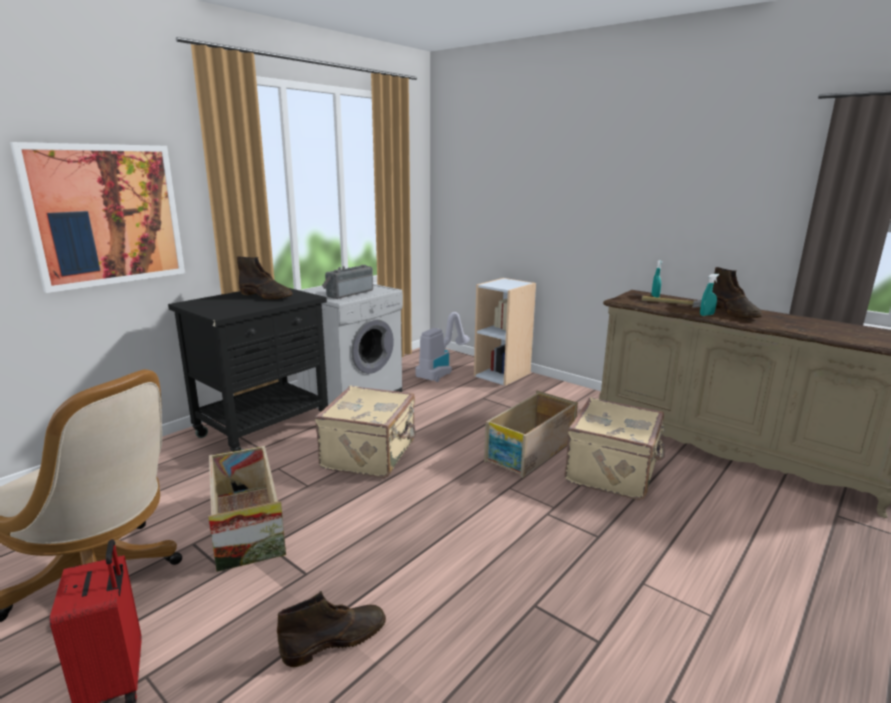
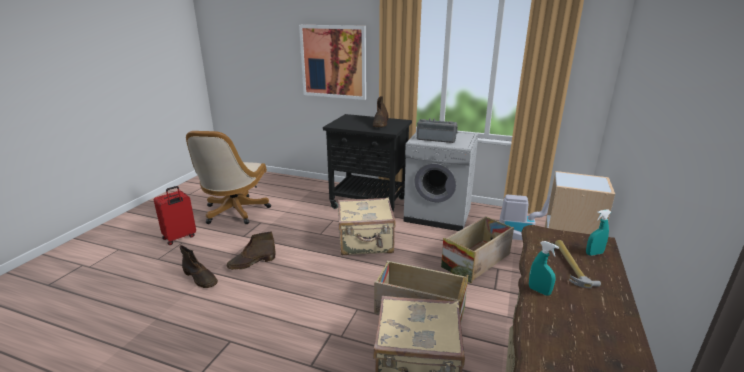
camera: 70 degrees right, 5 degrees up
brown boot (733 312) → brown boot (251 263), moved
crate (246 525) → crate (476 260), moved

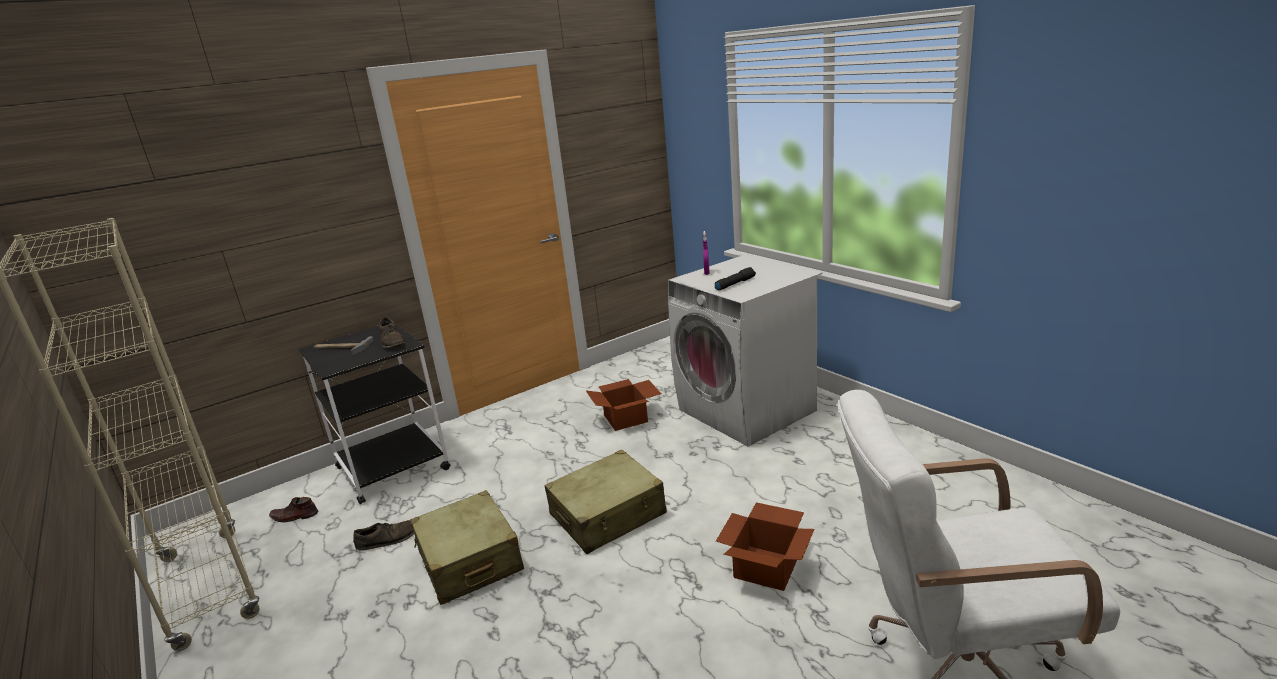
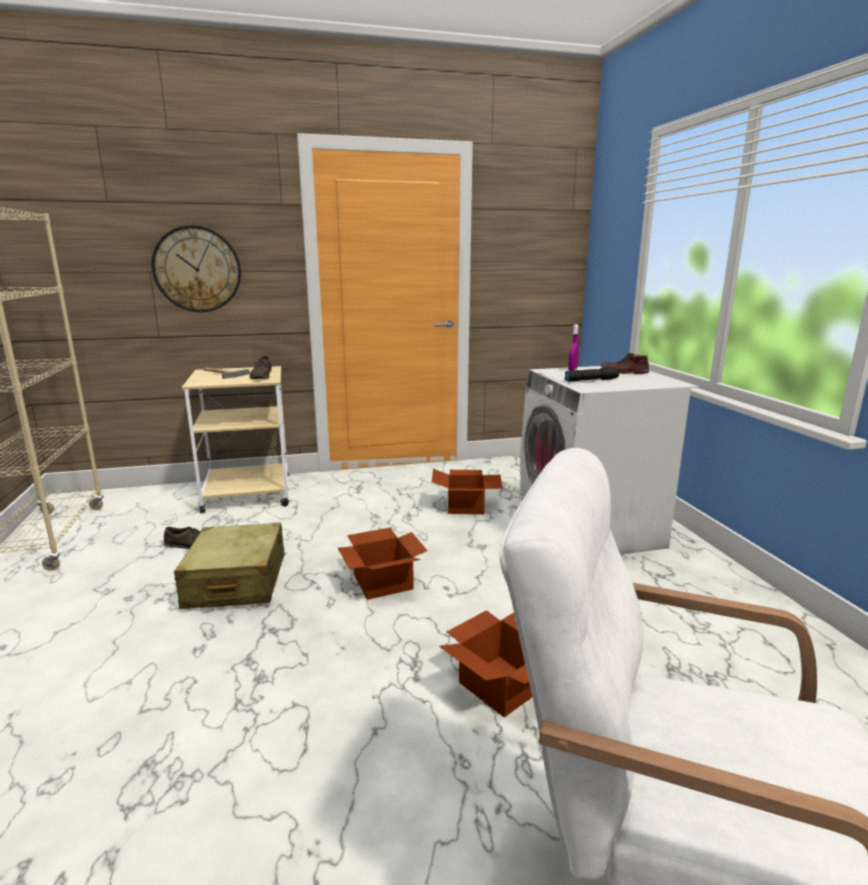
camera: 20 degrees right, 5 degrees down
black cart (394 467) → beige cart (249 493)
beige suitcase (608 515) → cardboard box (383 581)
brown shoe (294 516) → brown shoe (623 372), moved
- → wall clock (197 269)

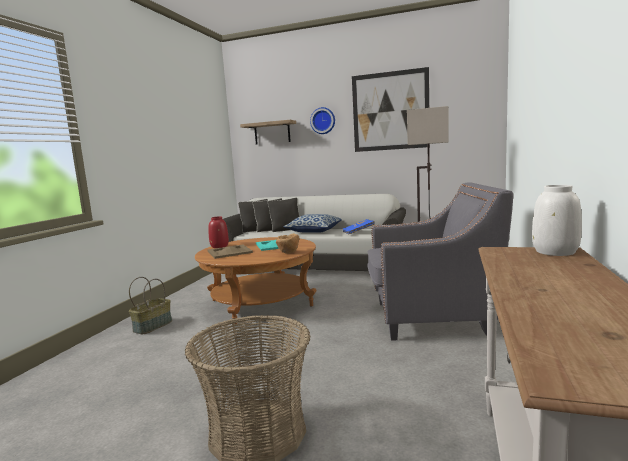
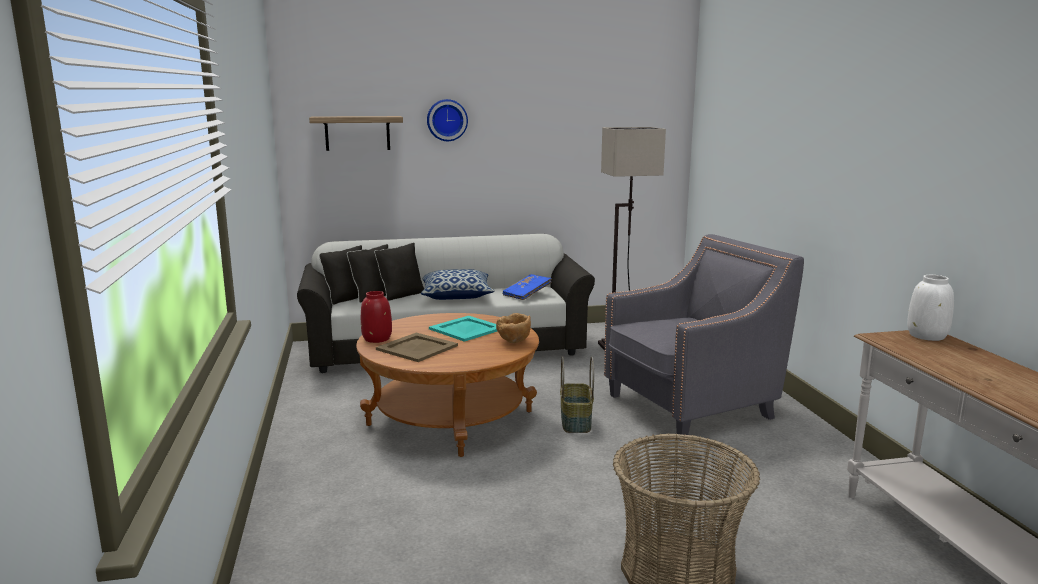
camera: 30 degrees left, 5 degrees up
picture (390 111) → -
basket (152 326) → basket (575 422), moved

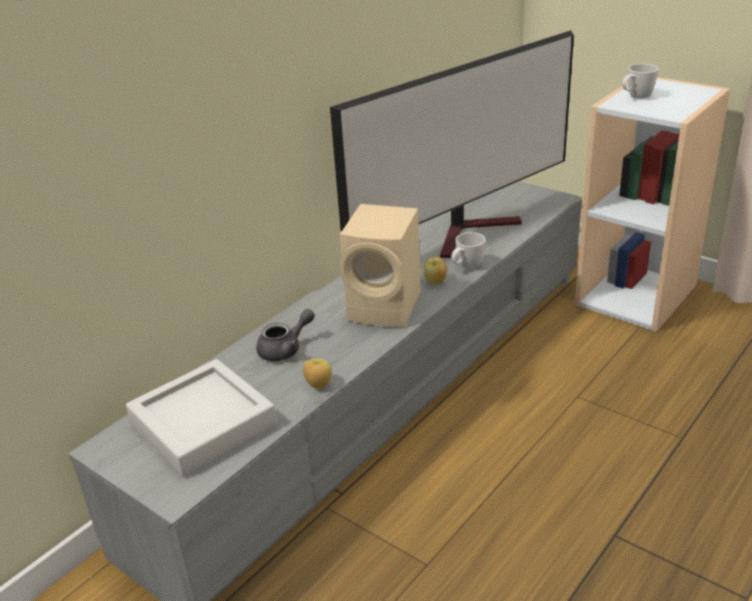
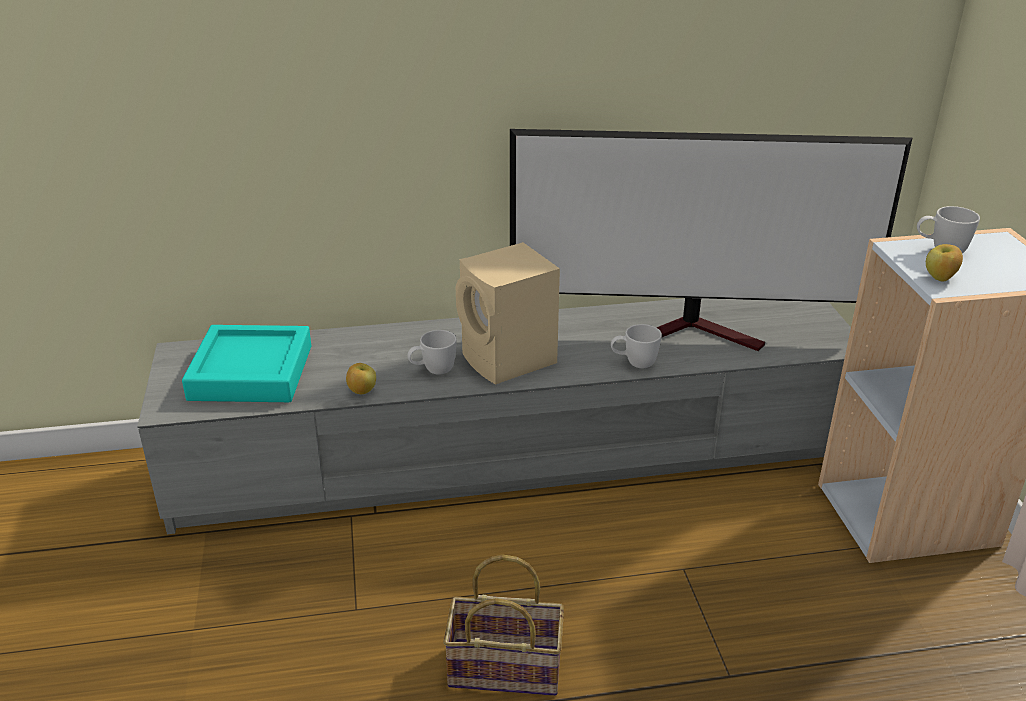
camera: 40 degrees right, 0 degrees up
apple (435 282) → apple (940 278), moved
grey teapot (286 349) → -
grey tray (203 424) → turquoise tray (251 373)
- → white mug (433 371)
- → basket (508 667)

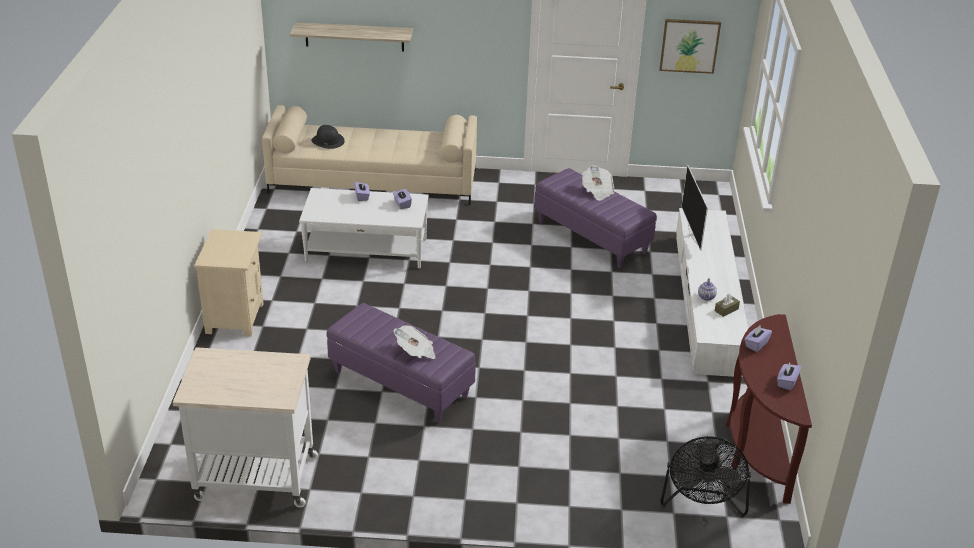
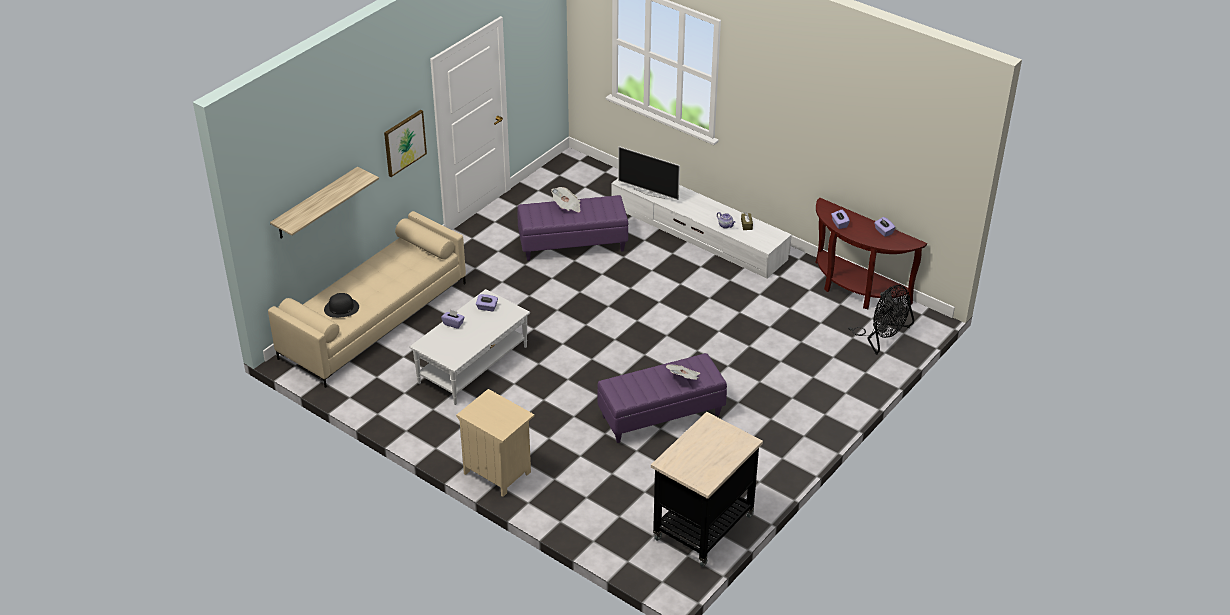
camera: 55 degrees left, 5 degrees up
picture (689 45) → picture (404 142), moved
white cart (255 479) → black cart (703 529)

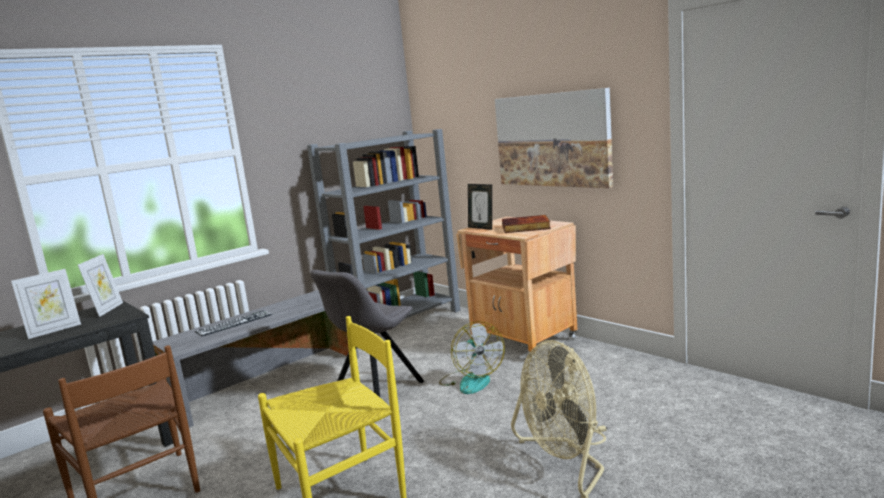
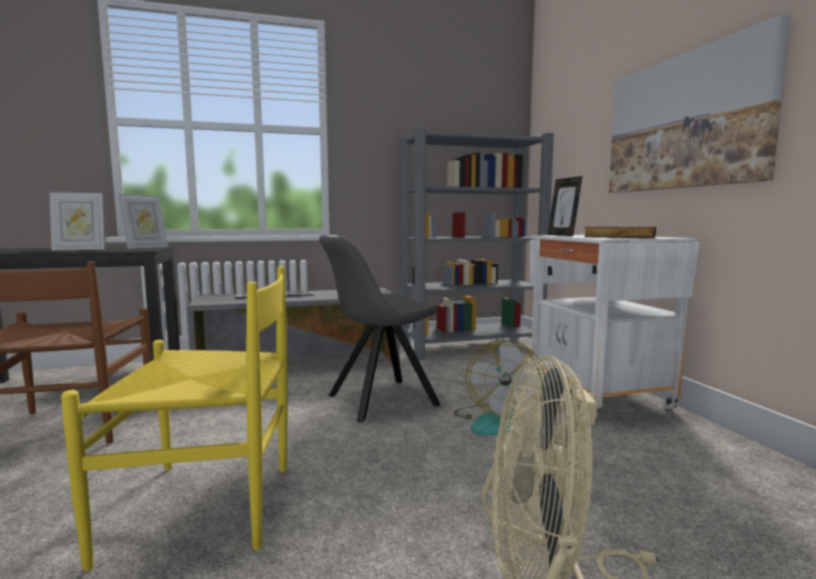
camera: 25 degrees right, 5 degrees down
brown cart (524 341) → white cart (598 396)

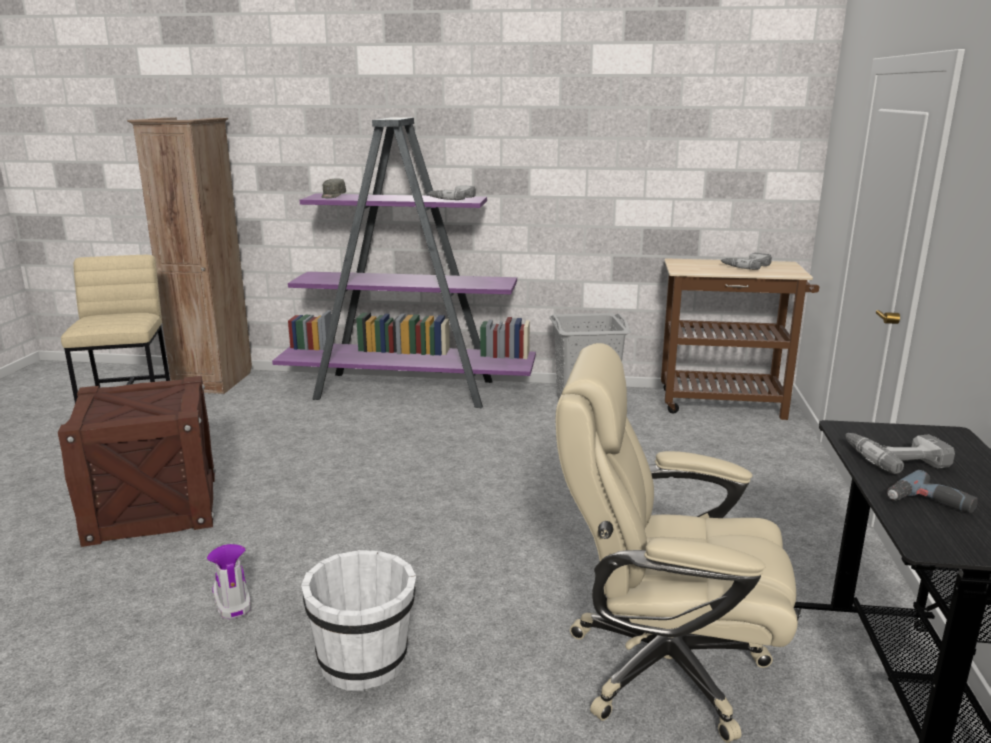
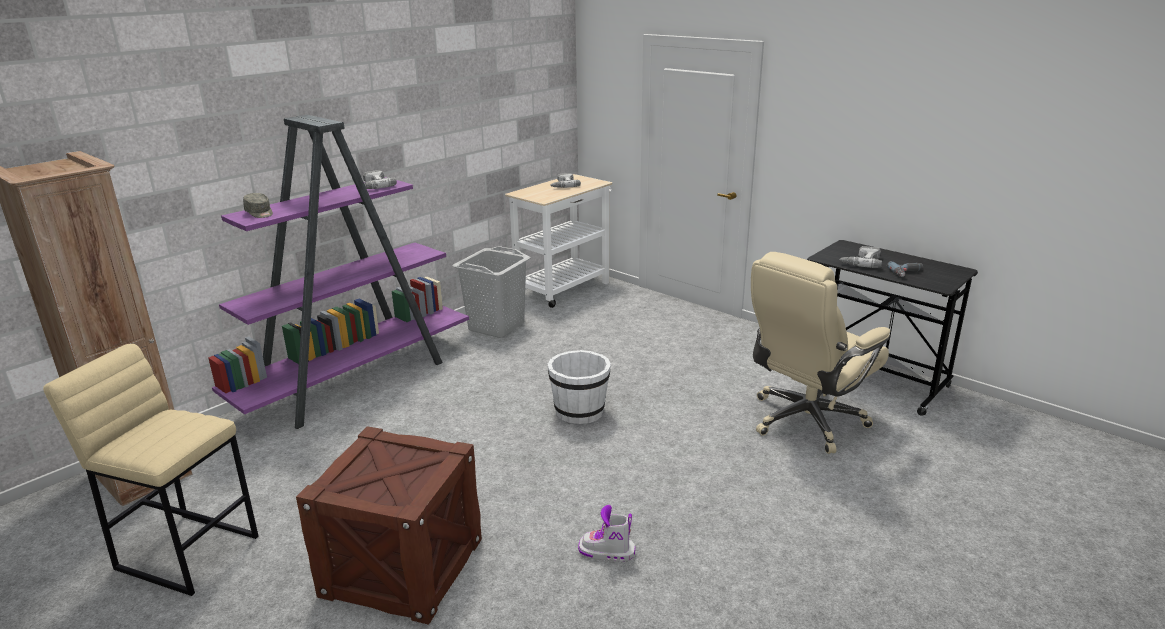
camera: 55 degrees left, 5 degrees up
brown cart (724 404) → white cart (564 289)
white bucket (364 661) → white bucket (579 411), moved

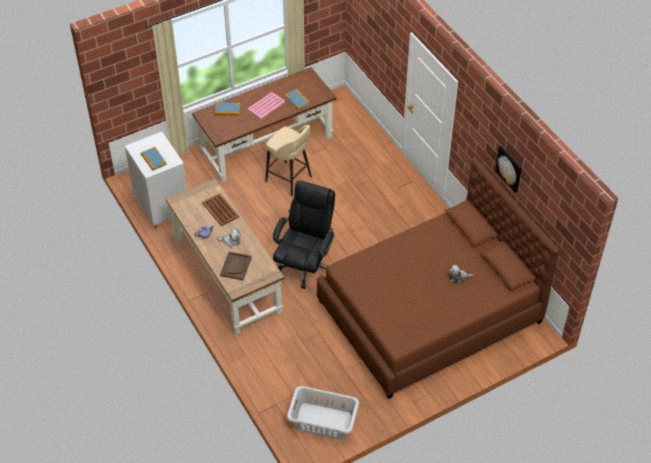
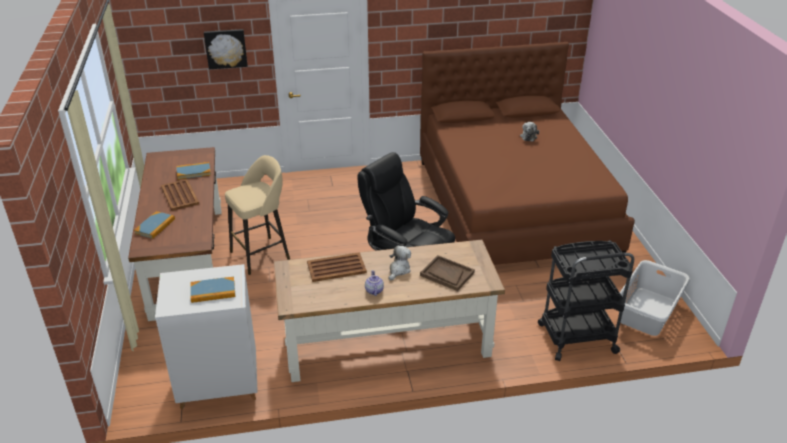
camera: 70 degrees left, 15 degrees down
pink tray (266 106) → brown tray (180 195)
picture (509 168) → picture (226 48), moved
- → black cart (577 338)

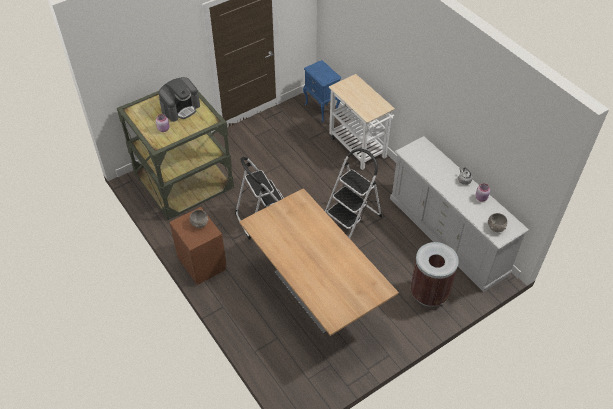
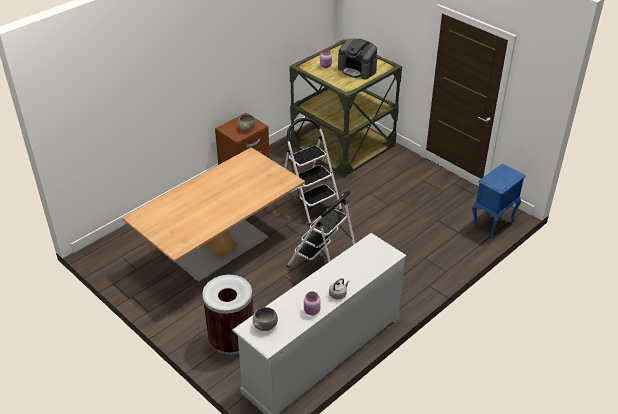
camera: 80 degrees right, 10 degrees down
white cart (358 148) → -

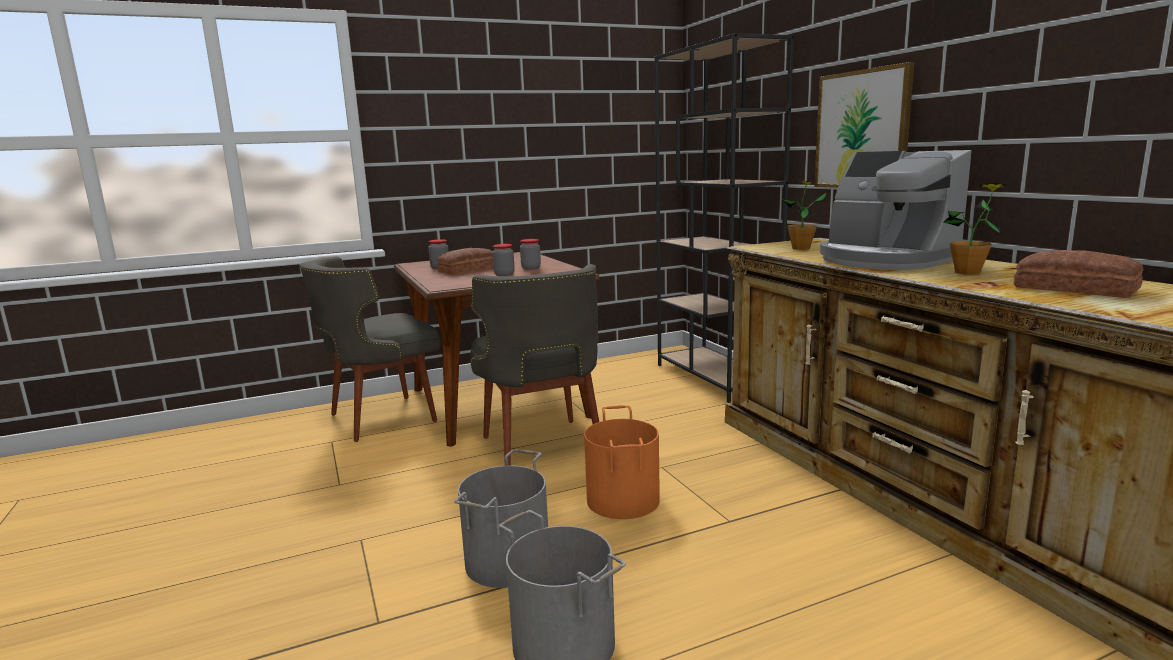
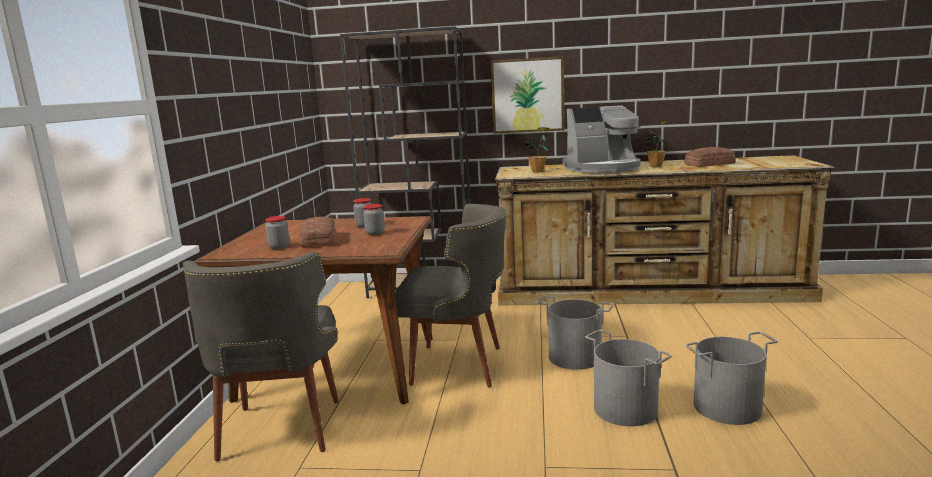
camera: 60 degrees left, 0 degrees up
orange bucket (621 500) → grey bucket (574 357)

